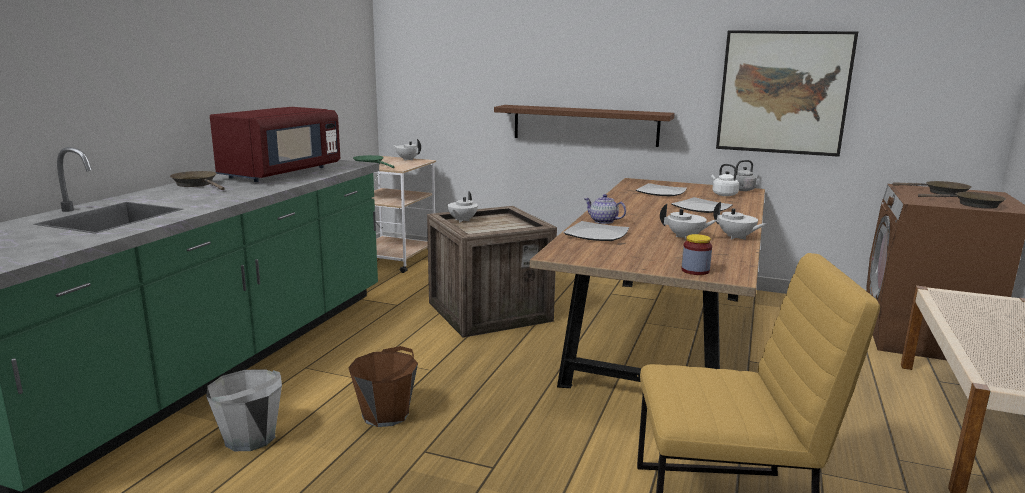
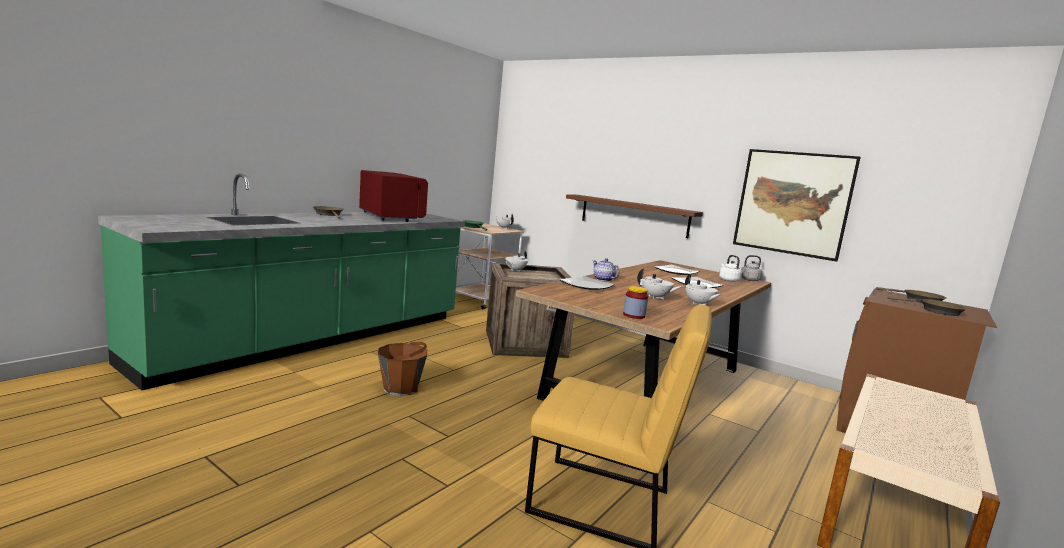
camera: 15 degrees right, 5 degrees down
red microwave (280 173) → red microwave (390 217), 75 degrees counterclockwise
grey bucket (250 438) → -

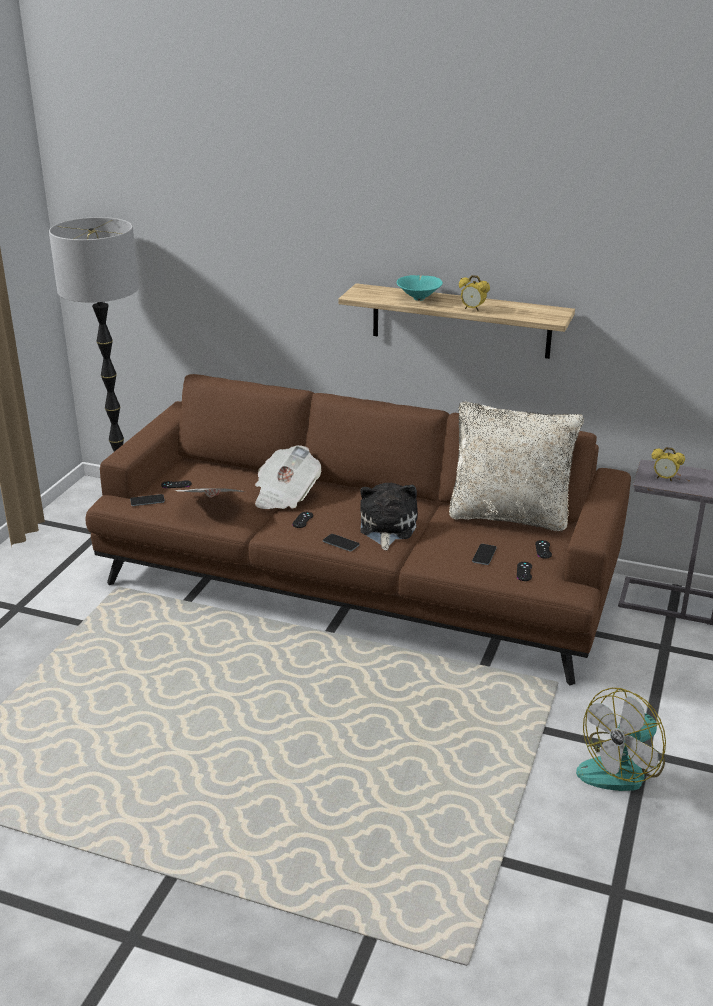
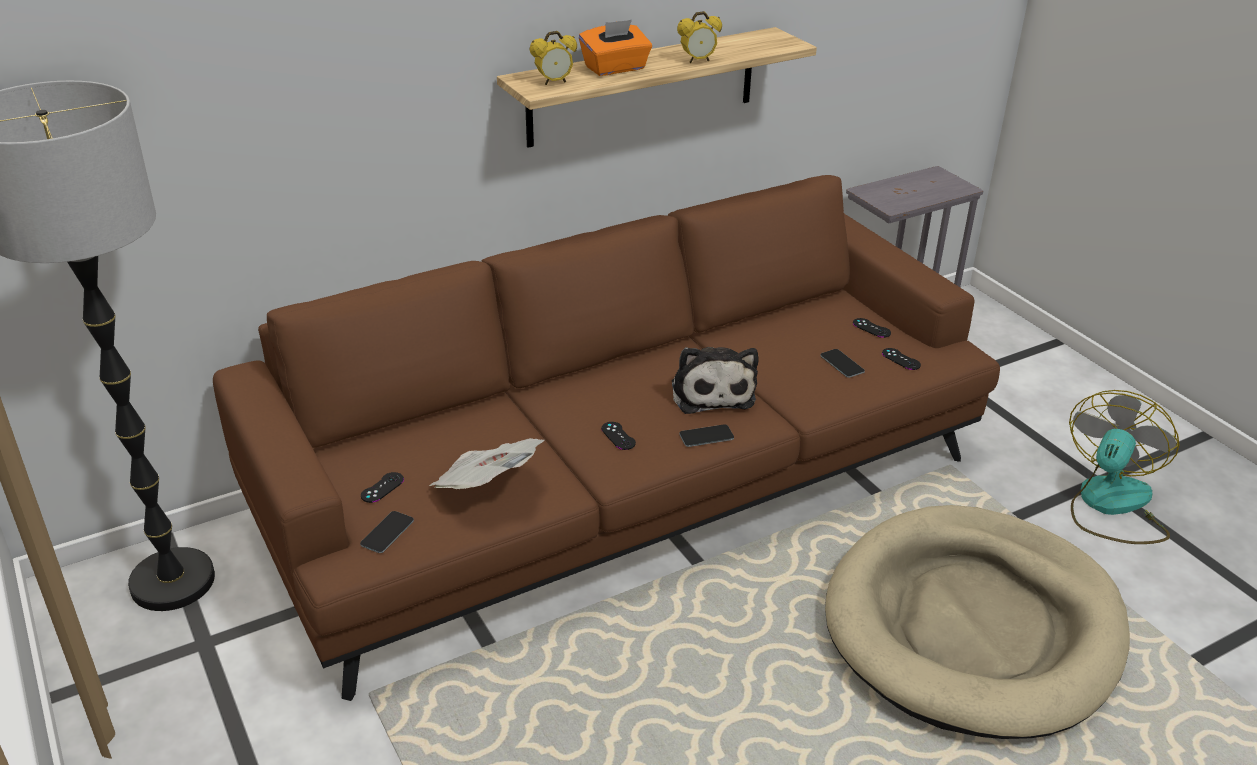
camera: 50 degrees left, 5 degrees up
turquoise bowl (419 298) → orange tissue box (615 68)
beige pillow (510 518) → -
newspaper (285 495) → -
alarm clock (664 478) → alarm clock (554 82), moved
plush toy (386 528) → plush toy (711 391), 150 degrees counterclockwise
fan (622 768) → fan (1110 506), 150 degrees counterclockwise
- → beige dog bed (973 626)

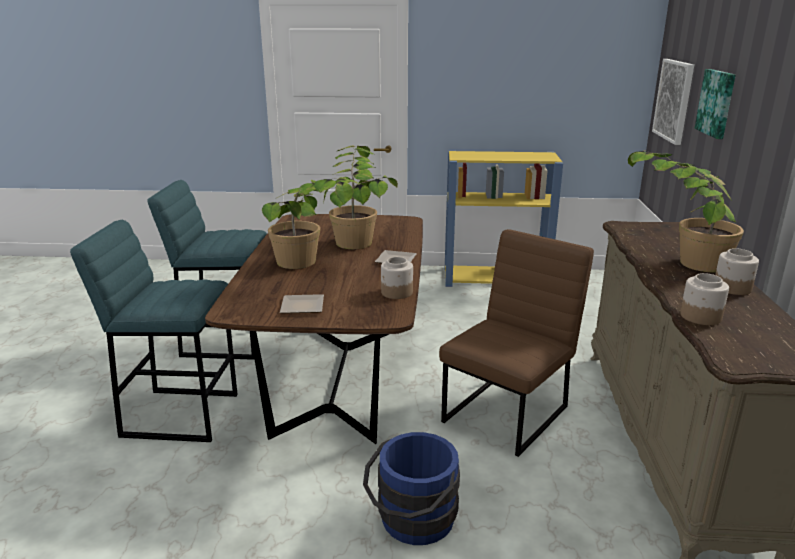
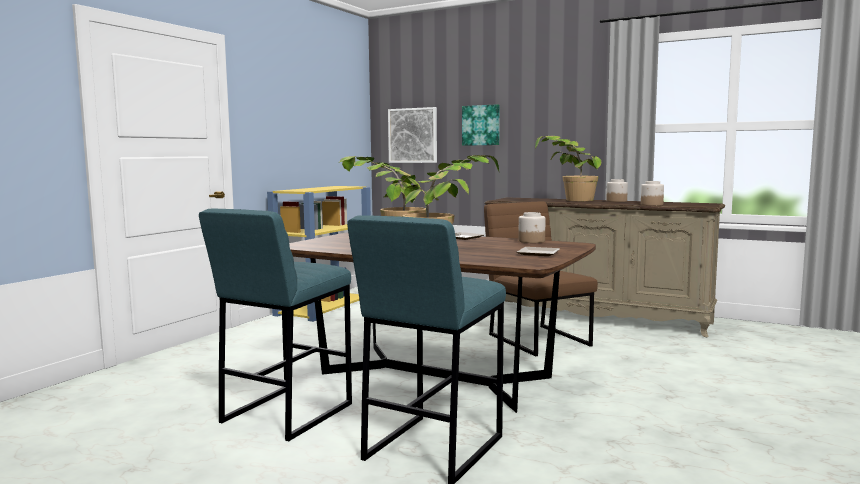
camera: 65 degrees left, 15 degrees down
blue bucket (412 522) → -

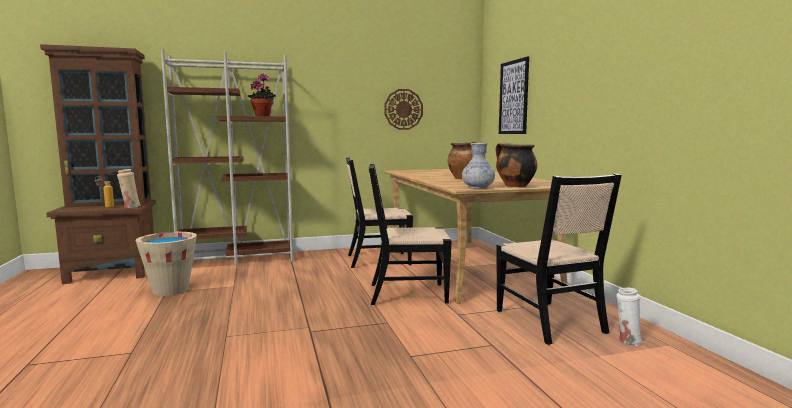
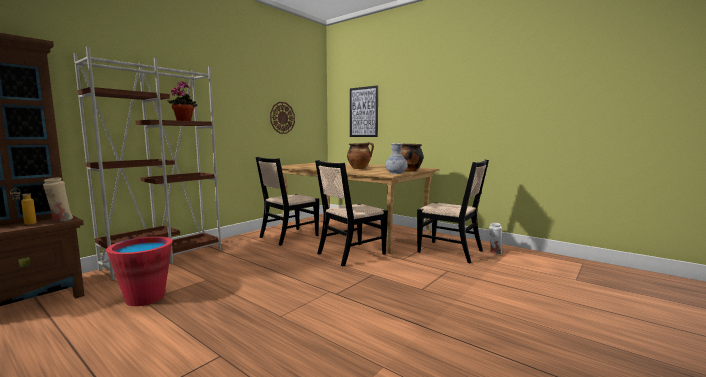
camera: 35 degrees left, 0 degrees up
beige bucket (170 290) → red bucket (145 298)

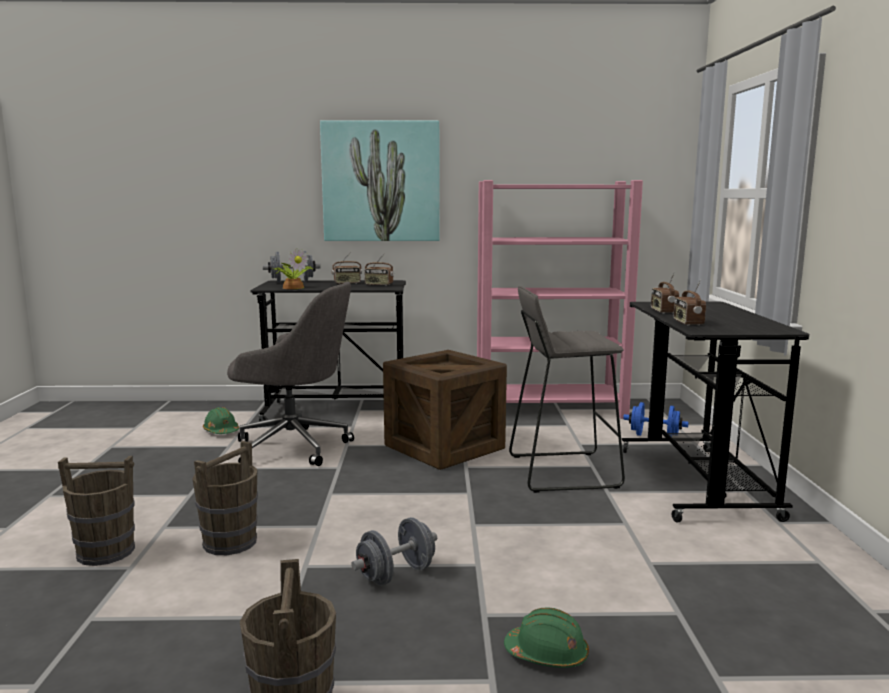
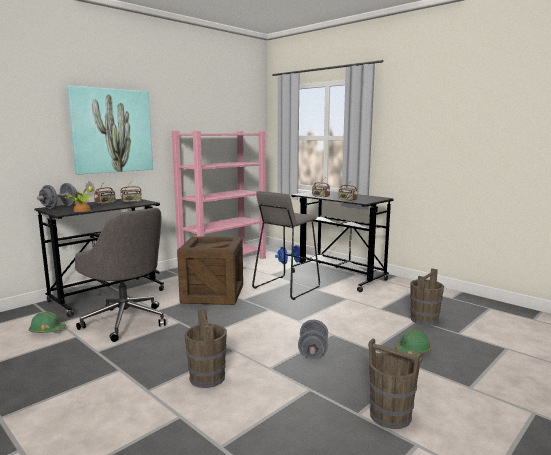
camera: 45 degrees left, 0 degrees up
grey office chair (293 447) → grey office chair (126 322), 75 degrees clockwise
brown bucket (106 552) → brown bucket (424 319), moved

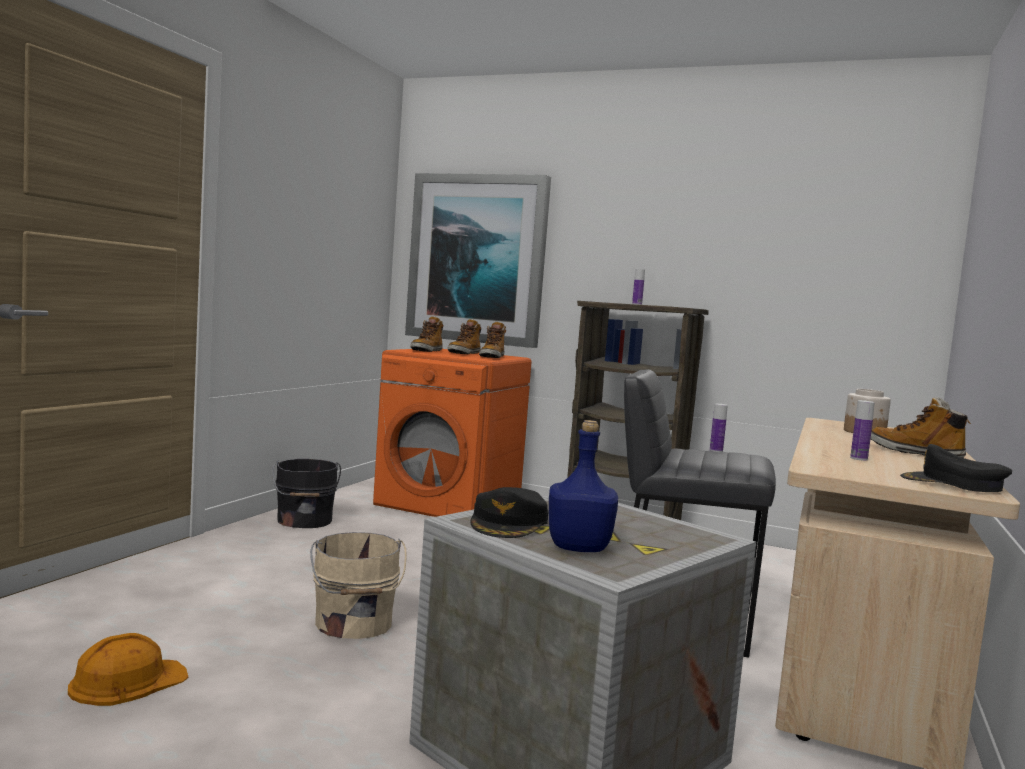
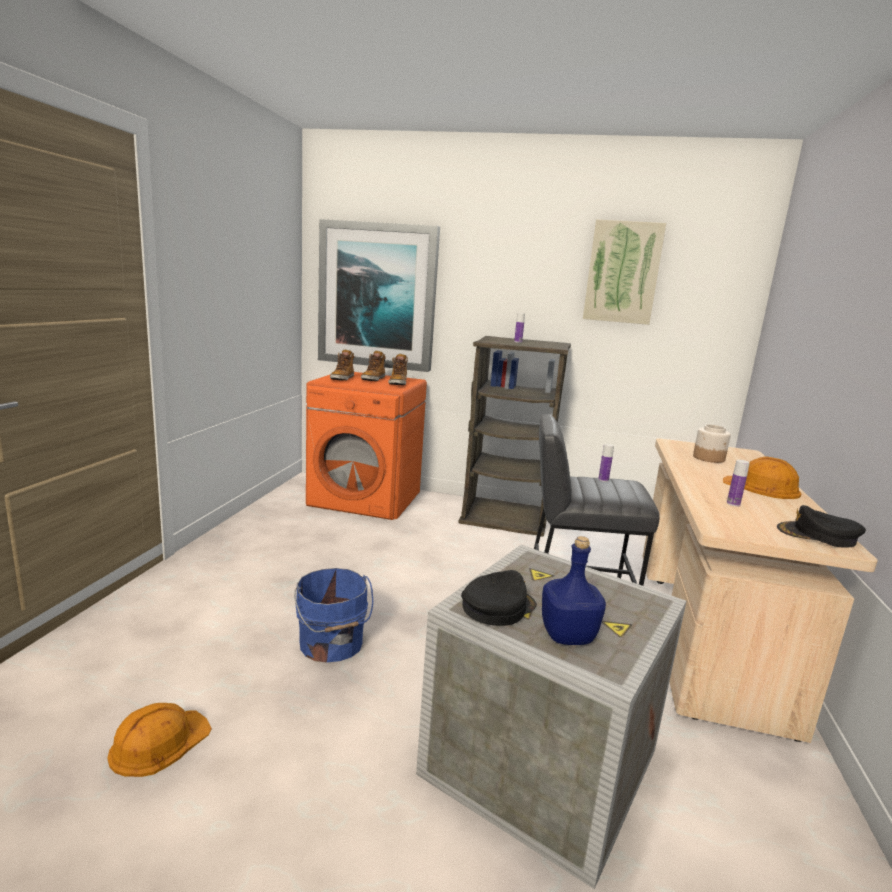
camera: 10 degrees left, 10 degrees up
boot (915 453) → orange hard hat (761 487)
black bucket (304 521) → -
black cap (509 523) → black cap (497 606), 135 degrees counterclockwise
beige bucket (353 624) → blue bucket (331 644)
- → picture (622 272)

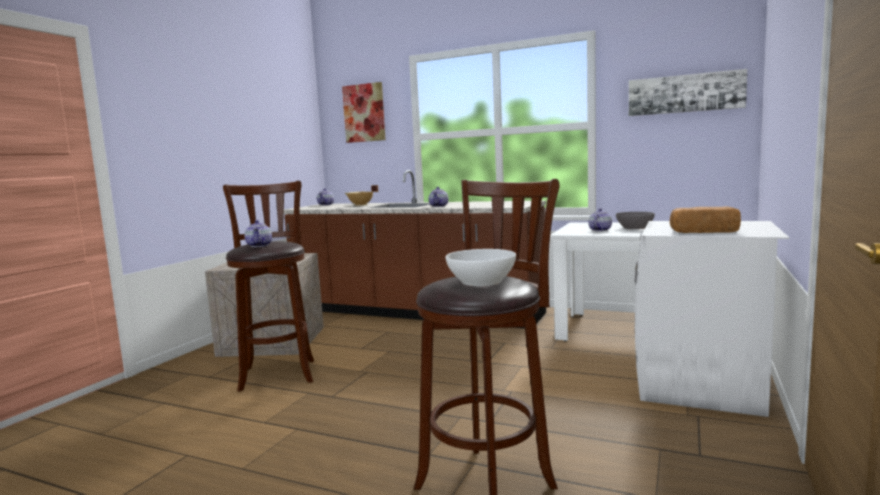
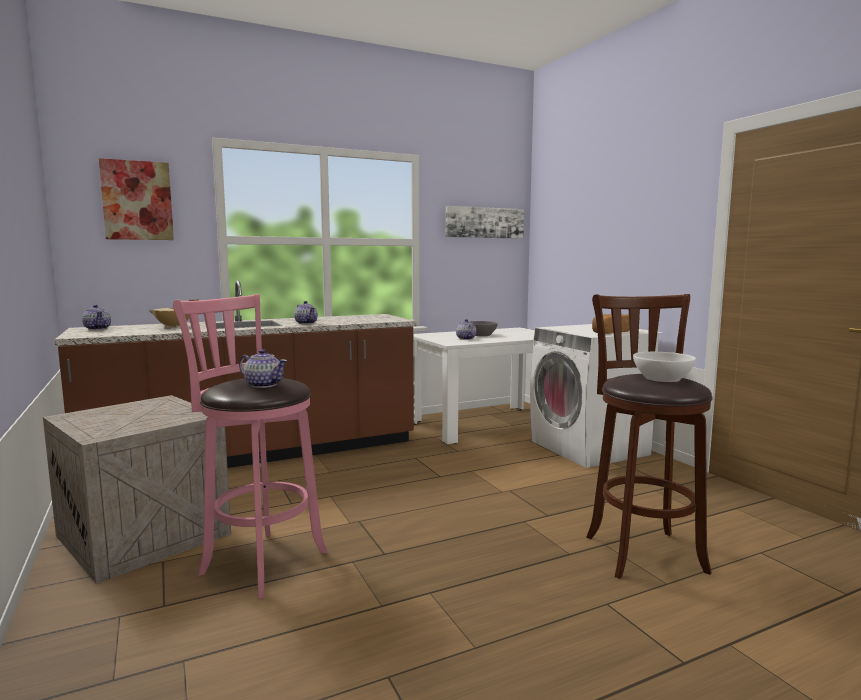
camera: 50 degrees left, 0 degrees up
brown stool (278 373) → pink stool (259 561)

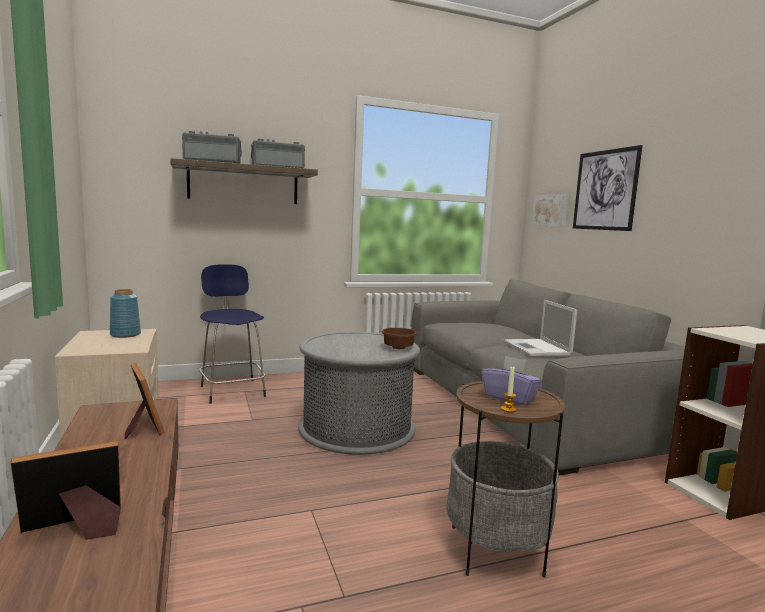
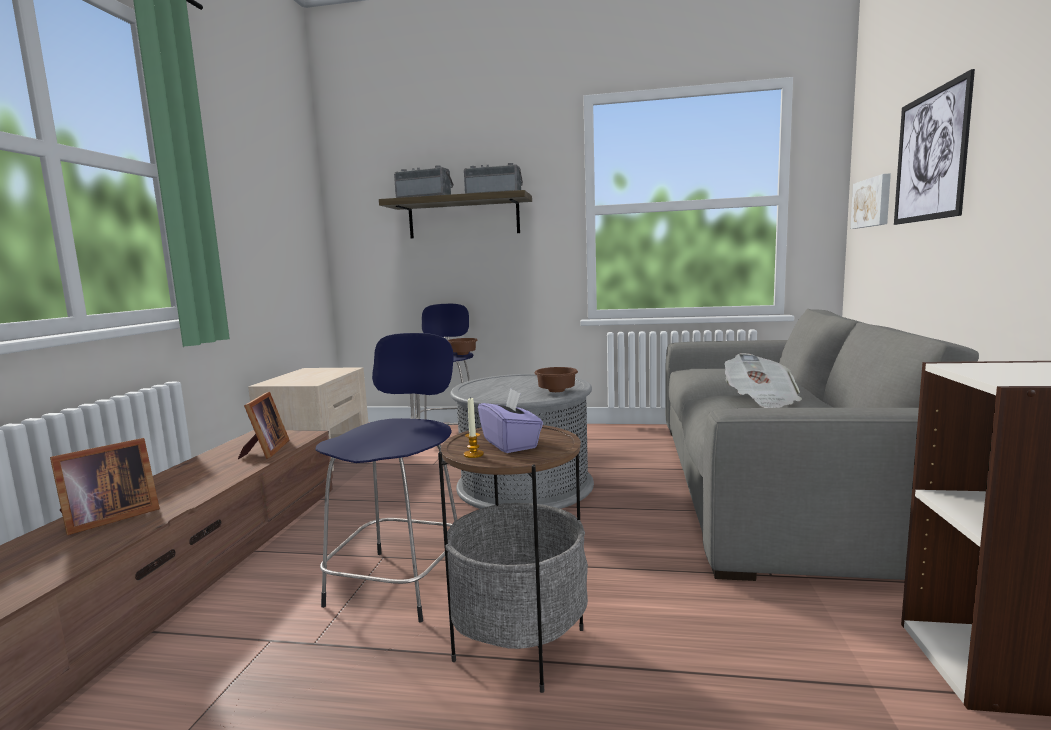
camera: 30 degrees right, 0 degrees up
blue vase (125 335) → -
laptop (537 348) → newspaper (761 400)
picture frame (77 528) → picture frame (107 518), 135 degrees clockwise
- → blue stool (401 581)
- → brown bowl (462 354)

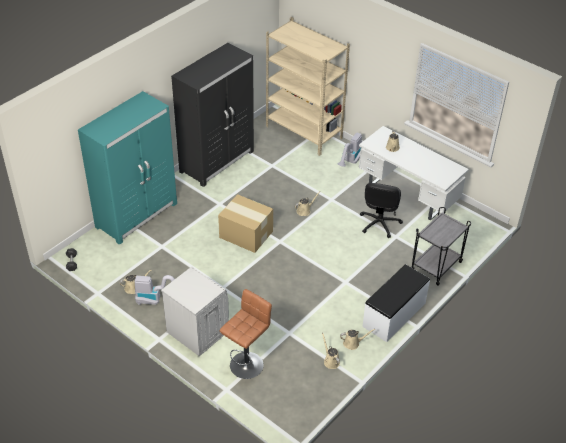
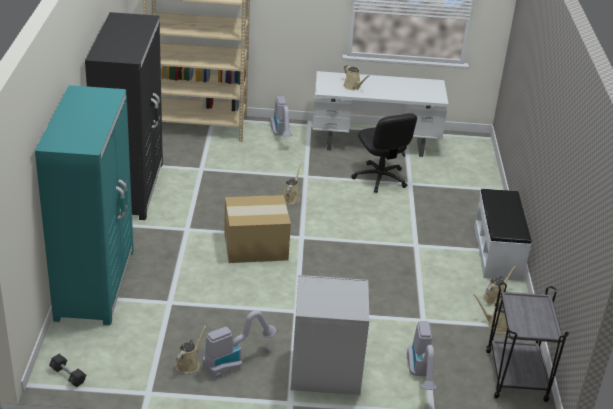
camera: 40 degrees left, 10 degrees down
grey cart (435 266) → grey cart (516 377), moved
brown stool (247 365) → vacuum cleaner (421 375)

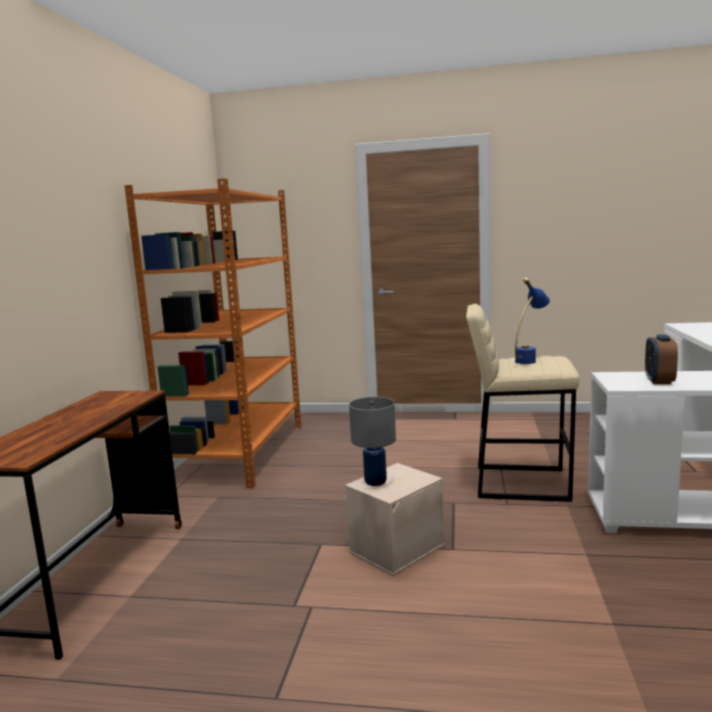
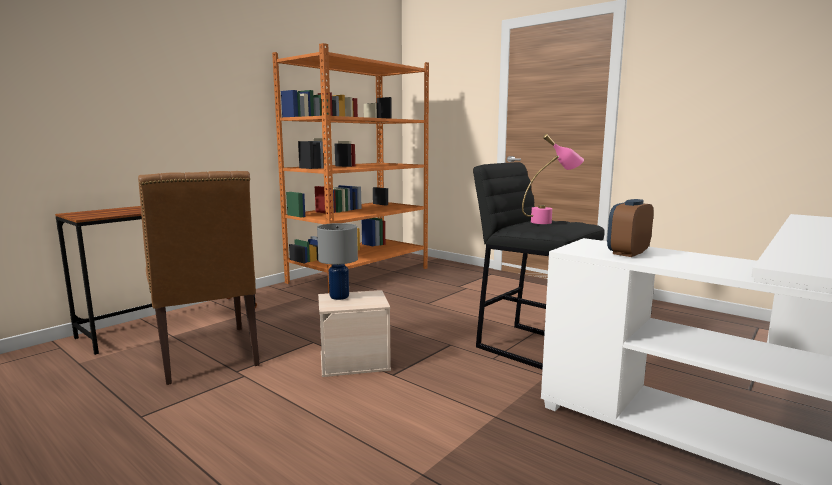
camera: 30 degrees right, 0 degrees up
blue table lamp (529 359) → pink table lamp (550 222)
beige stool (518 483) → black stool (531 346)
- → brown chair (207 353)

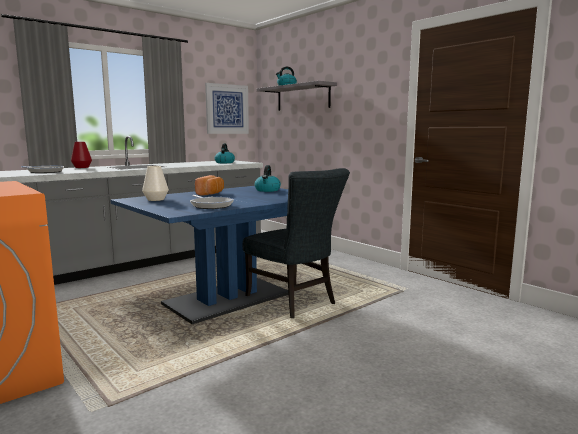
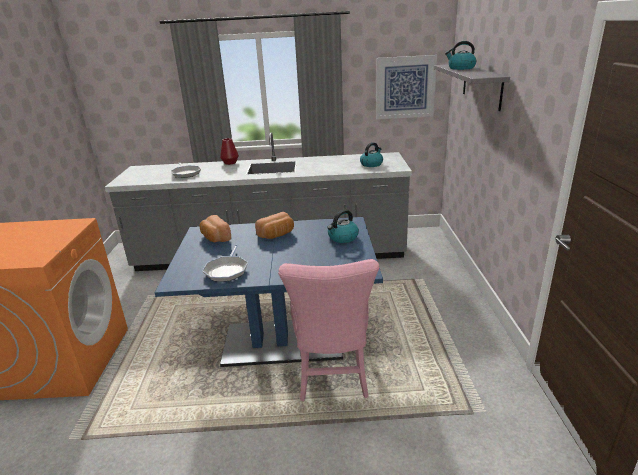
camera: 40 degrees right, 15 degrees up
white vase (156 199) → bread (215 238)
grey chair (295 302) → pink chair (332 375)

